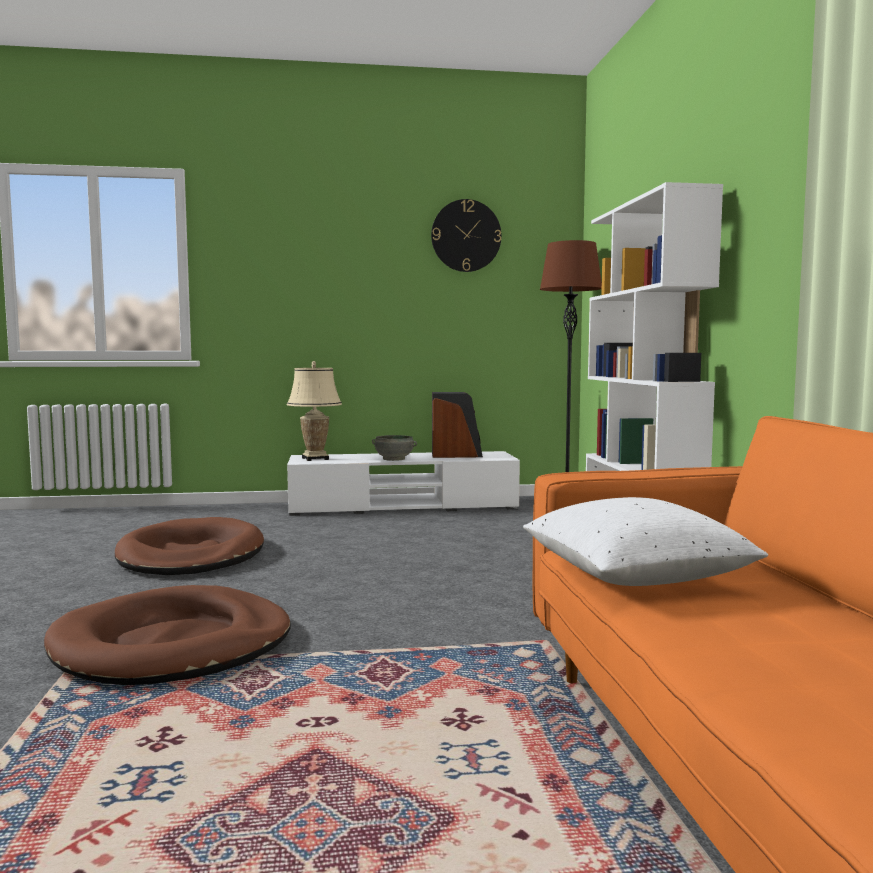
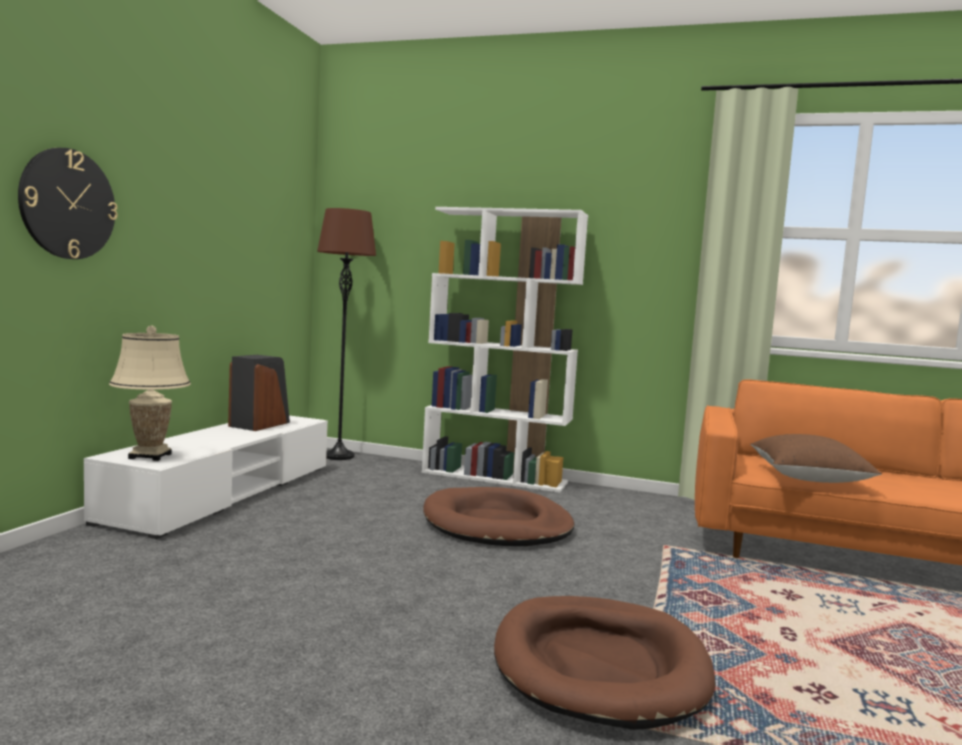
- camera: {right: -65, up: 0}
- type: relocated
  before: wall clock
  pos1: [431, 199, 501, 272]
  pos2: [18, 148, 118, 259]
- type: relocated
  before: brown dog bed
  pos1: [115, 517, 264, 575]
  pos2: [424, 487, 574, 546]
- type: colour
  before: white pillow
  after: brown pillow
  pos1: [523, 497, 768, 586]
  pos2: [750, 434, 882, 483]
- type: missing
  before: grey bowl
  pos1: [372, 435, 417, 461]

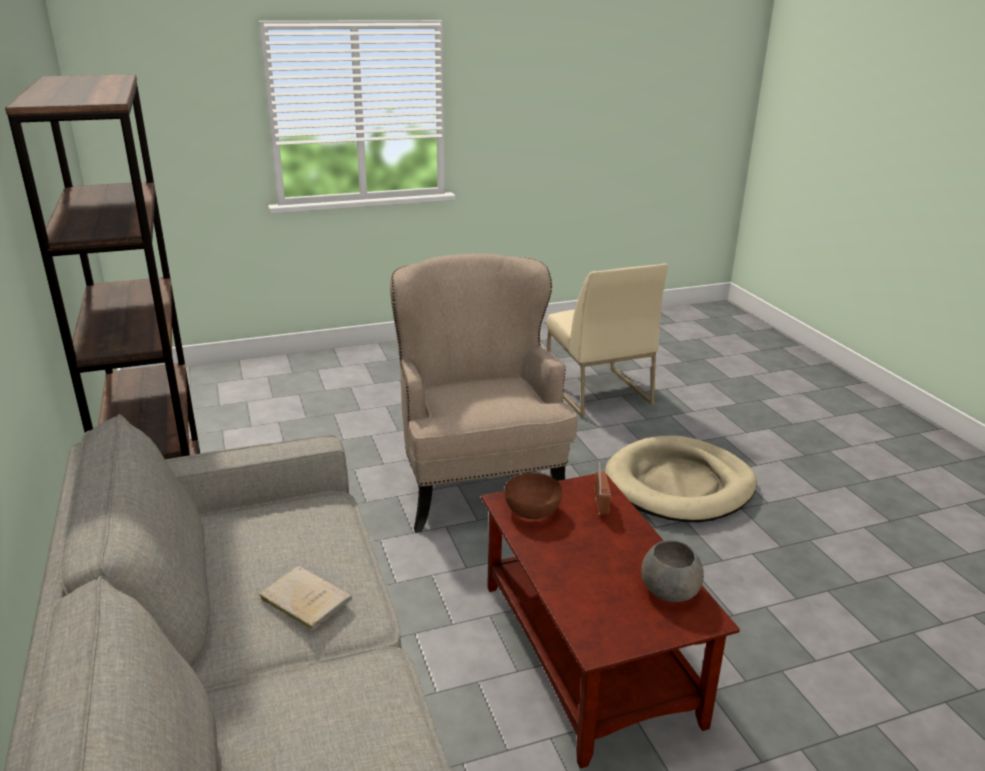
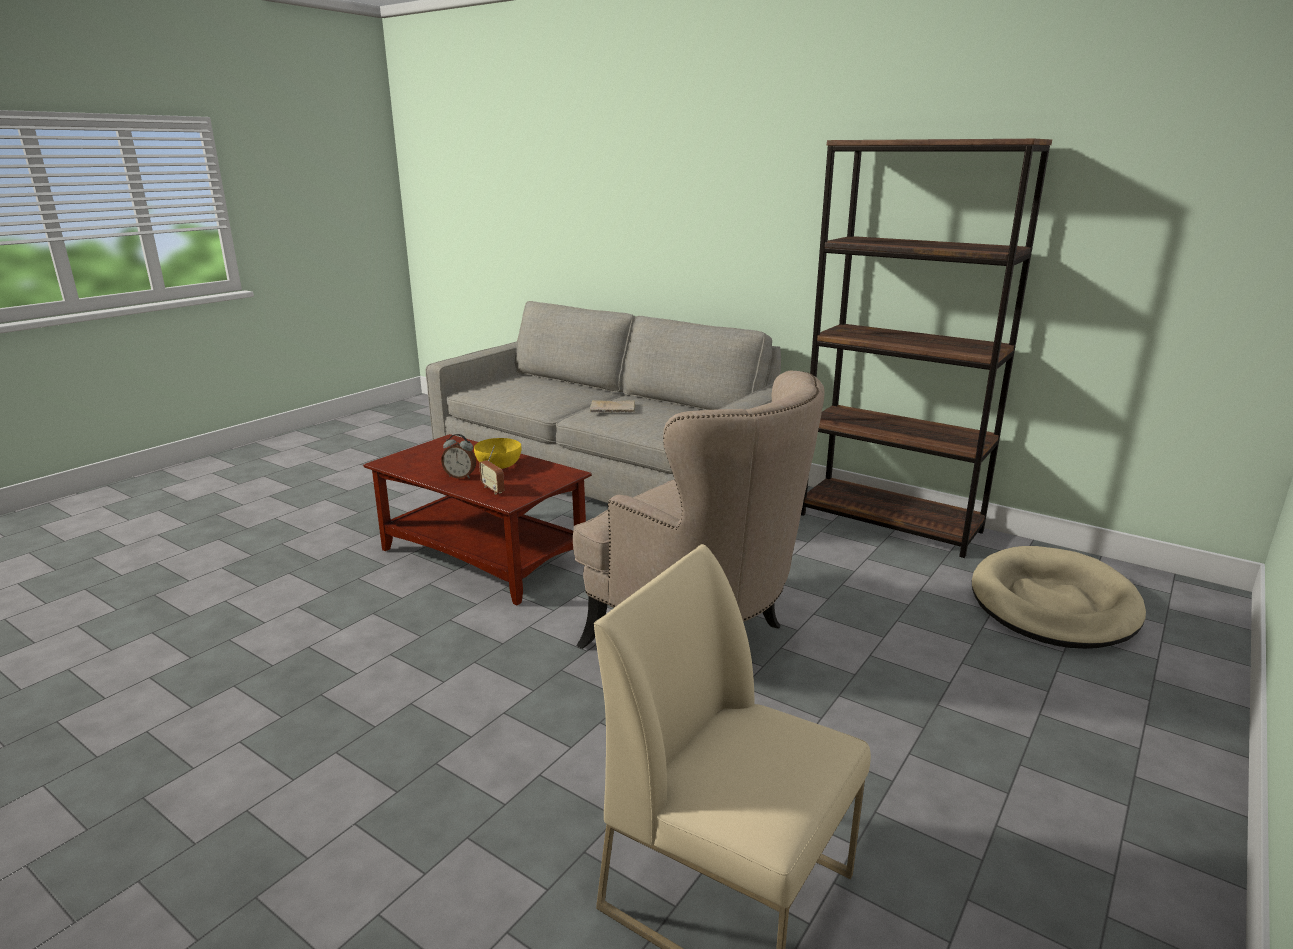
- camera: {right: 145, up: -5}
- type: appeared
  after: alarm clock
  pos2: [441, 434, 476, 479]
- type: appeared
  after: yellow bowl
  pos2: [474, 438, 521, 469]
- type: relocated
  before: beige dog bed
  pos1: [605, 435, 757, 523]
  pos2: [972, 546, 1146, 649]
- type: missing
  before: brown bowl
  pos1: [504, 473, 562, 519]
- type: missing
  before: grey bowl
  pos1: [641, 540, 704, 602]

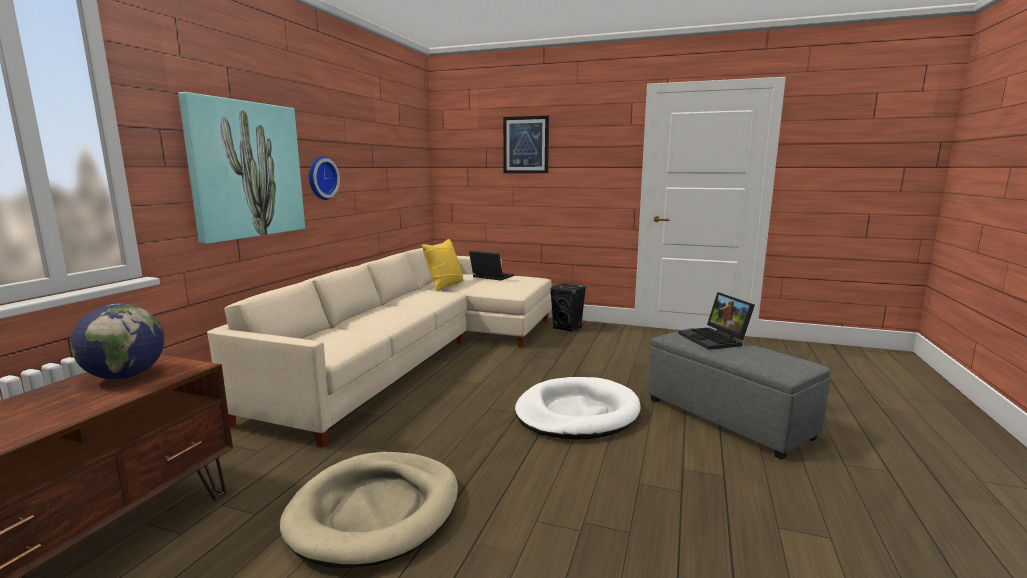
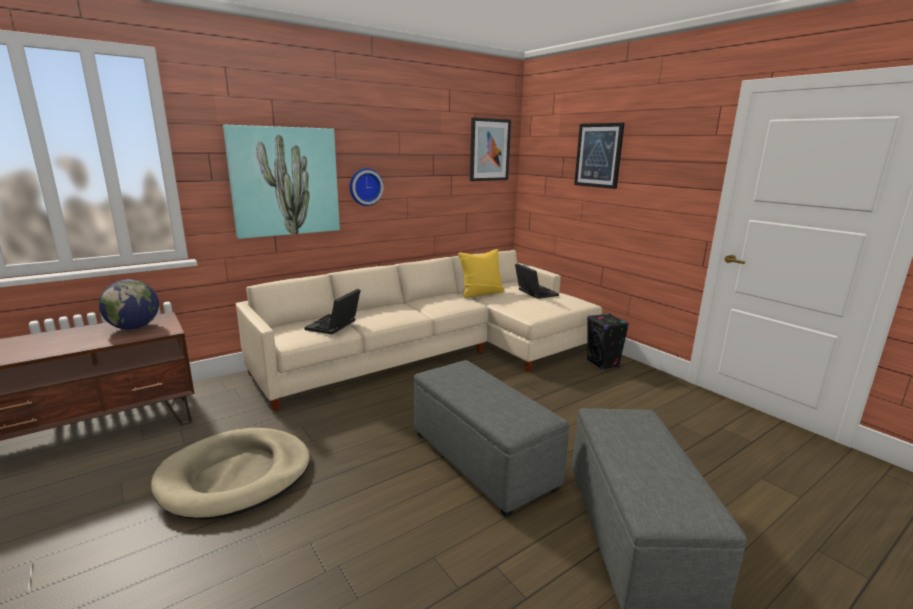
- camera: {right: 35, up: 5}
- type: relocated
  before: laptop
  pos1: [678, 292, 755, 350]
  pos2: [304, 289, 361, 335]
- type: exchanged
  before: white dog bed
  after: grey ottoman
  pos1: [515, 377, 641, 440]
  pos2: [414, 360, 570, 517]
- type: appeared
  after: picture
  pos2: [470, 117, 511, 181]

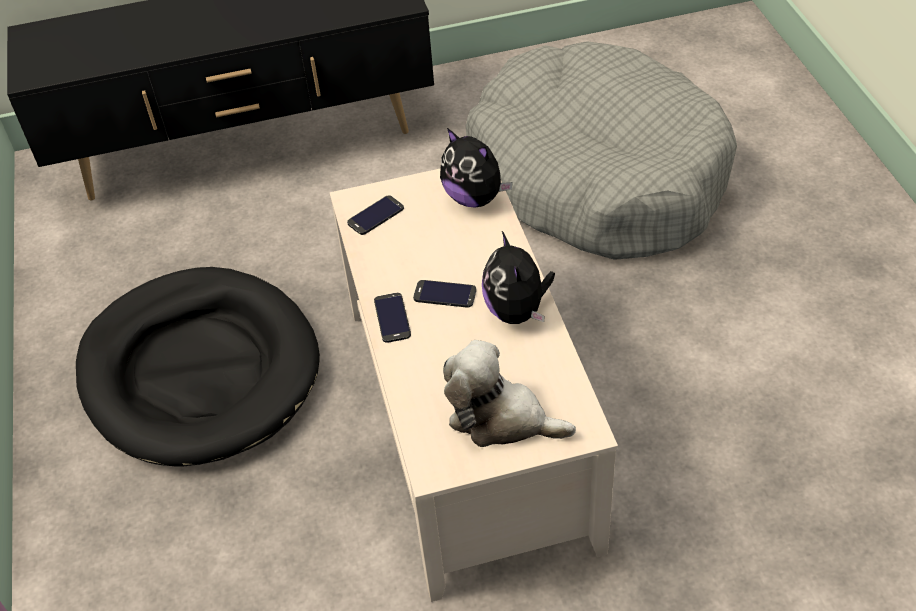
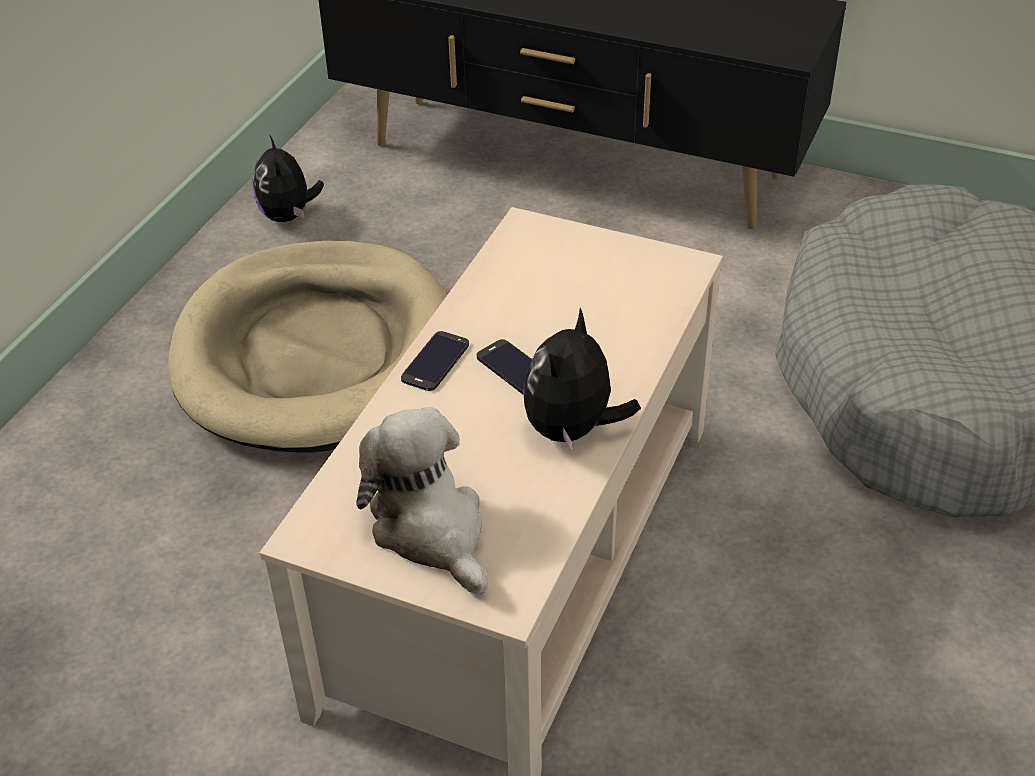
- camera: {right: 35, up: -5}
- type: colour
  before: black dog bed
  after: beige dog bed
  pos1: [76, 267, 320, 467]
  pos2: [168, 241, 447, 453]
- type: relocated
  before: plush toy
  pos1: [440, 128, 513, 207]
  pos2: [253, 136, 324, 222]
- type: missing
  before: phone
  pos1: [347, 195, 404, 235]

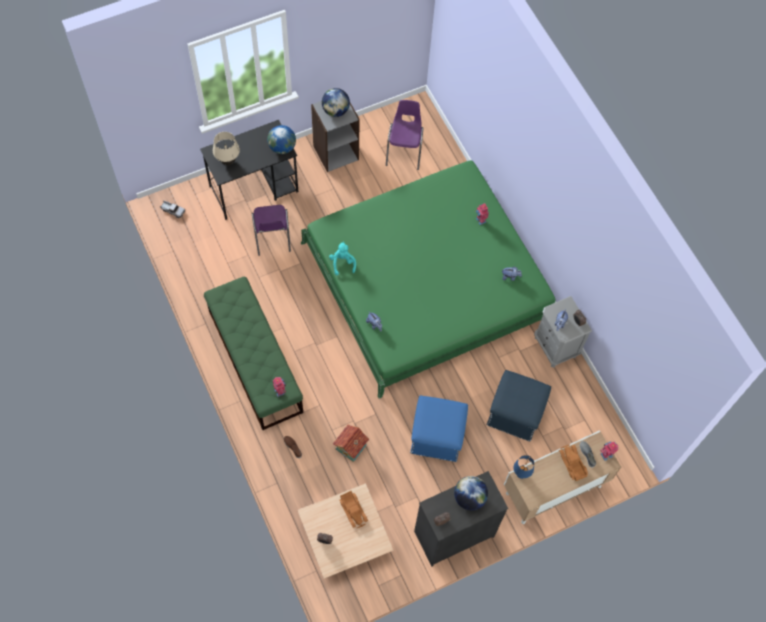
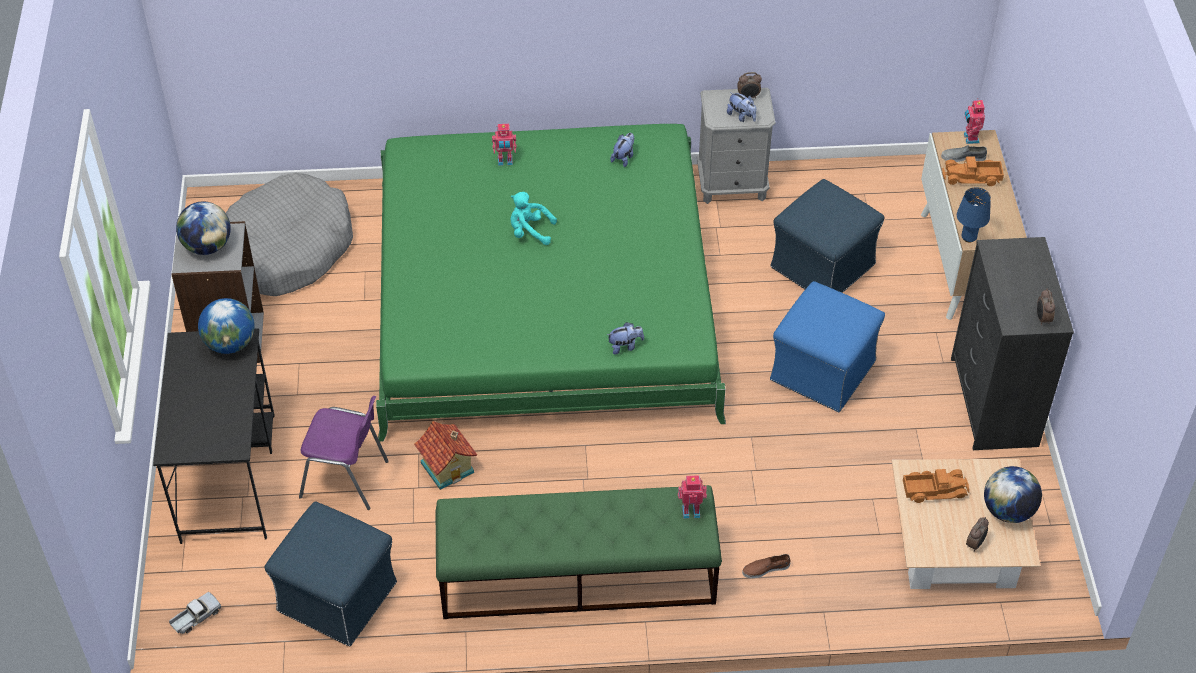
- camera: {right: -65, up: -15}
- type: exchanged
  before: purple chair
  after: grey dog bed
  pos1: [386, 100, 423, 170]
  pos2: [226, 173, 353, 296]
- type: appeared
  after: blue ottoman
  pos2: [265, 501, 397, 646]
- type: relocated
  before: toy house
  pos1: [333, 424, 369, 462]
  pos2: [414, 421, 477, 490]
- type: relocated
  before: turquoise plush toy
  pos1: [329, 242, 356, 275]
  pos2: [510, 192, 557, 245]
- type: relocated
  before: globe
  pos1: [454, 476, 488, 510]
  pos2: [984, 466, 1042, 523]
- type: missing
  before: beige table lamp
  pos1: [213, 132, 240, 165]

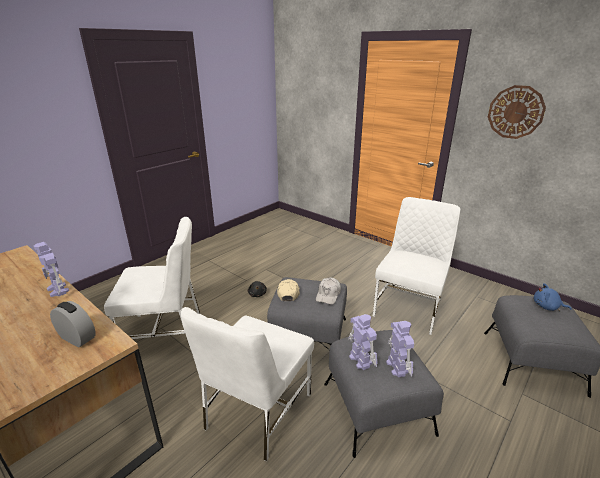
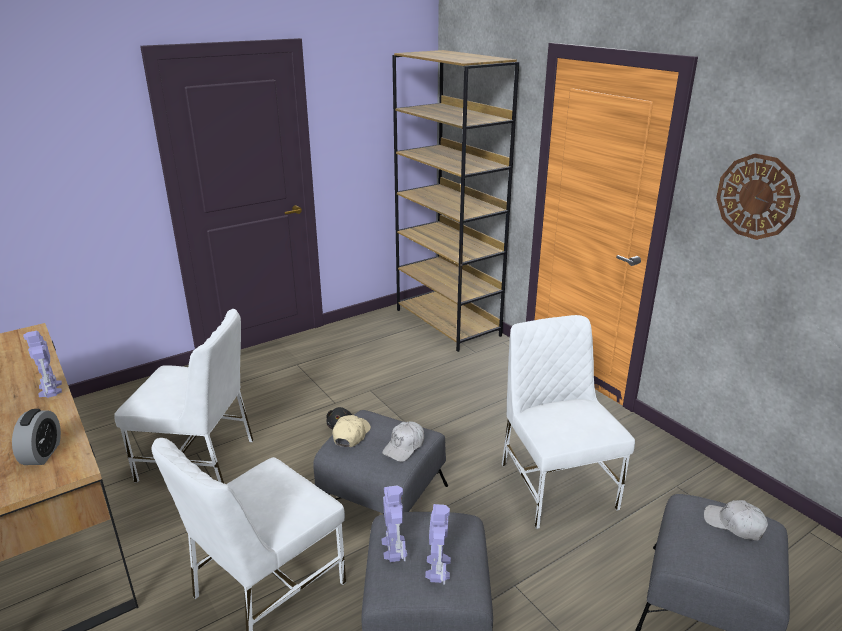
- camera: {right: 15, up: 0}
- type: spun
  before: alarm clock
  pos1: [50, 301, 95, 348]
  pos2: [12, 409, 61, 465]
  turn: 45
- type: appeared
  after: brown bookcase
  pos2: [392, 50, 519, 352]
- type: spun
  before: white chair
  pos1: [373, 197, 460, 335]
  pos2: [502, 315, 635, 529]
  turn: -60
- type: exchanged
  before: blue plush toy
  after: white cap
  pos1: [534, 283, 572, 311]
  pos2: [704, 500, 768, 541]

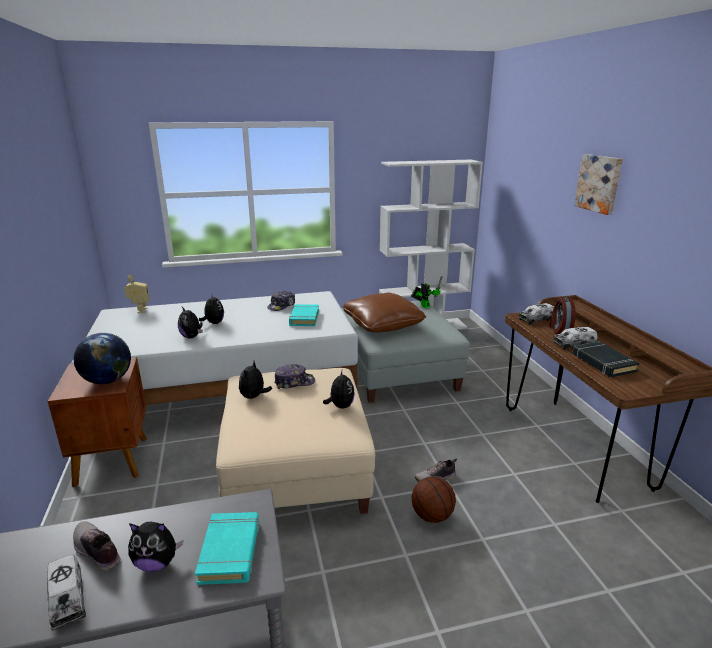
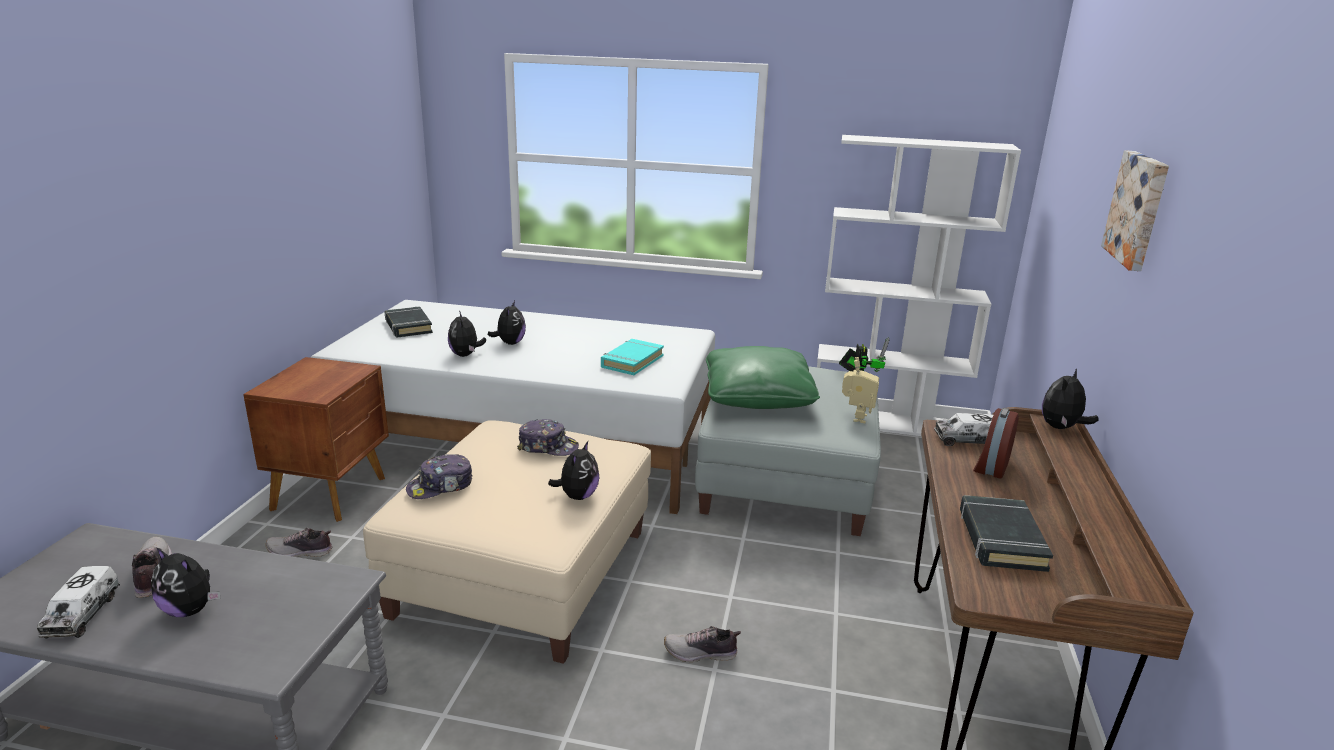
- camera: {right: 25, up: 0}
- type: appeared
  after: shoe
  pos2: [266, 528, 332, 557]
- type: appeared
  after: black book
  pos2: [385, 306, 433, 338]
- type: relocated
  before: cap
  pos1: [267, 290, 295, 311]
  pos2: [406, 454, 473, 499]
- type: colour
  before: brown pillow
  after: green pillow
  pos1: [342, 293, 427, 333]
  pos2: [706, 346, 820, 409]
- type: relocated
  before: toy robot
  pos1: [124, 274, 150, 313]
  pos2: [842, 357, 879, 423]
- type: relocated
  before: plush toy
  pos1: [239, 361, 272, 399]
  pos2: [1042, 369, 1099, 429]
- type: missing
  before: globe
  pos1: [74, 333, 131, 384]
- type: missing
  before: turquoise book
  pos1: [195, 512, 259, 585]
- type: missing
  before: basketball
  pos1: [411, 476, 456, 523]
- type: missing
  before: toy truck
  pos1: [553, 327, 598, 350]

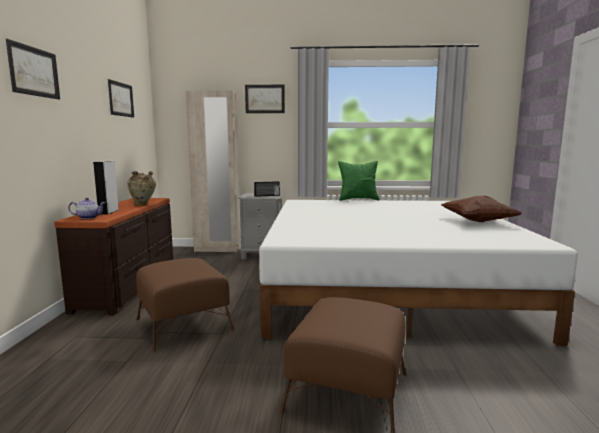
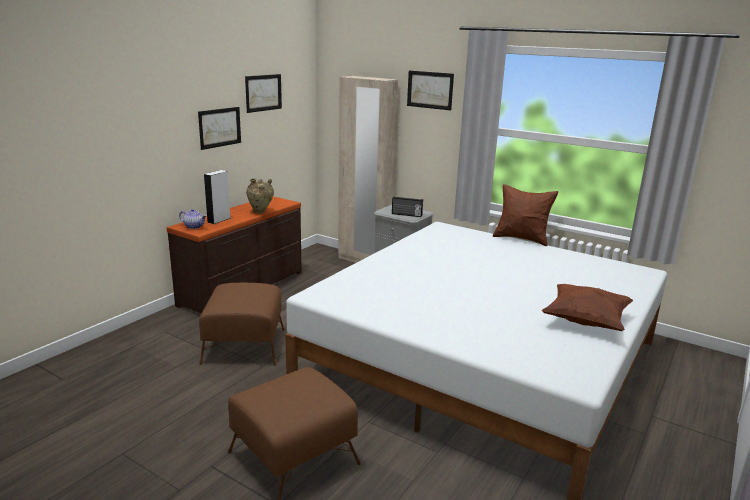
- camera: {right: 30, up: 10}
- type: relocated
  before: picture
  pos1: [6, 39, 60, 100]
  pos2: [198, 107, 241, 150]
- type: colour
  before: green pillow
  after: brown pillow
  pos1: [338, 161, 380, 201]
  pos2: [493, 184, 558, 246]

